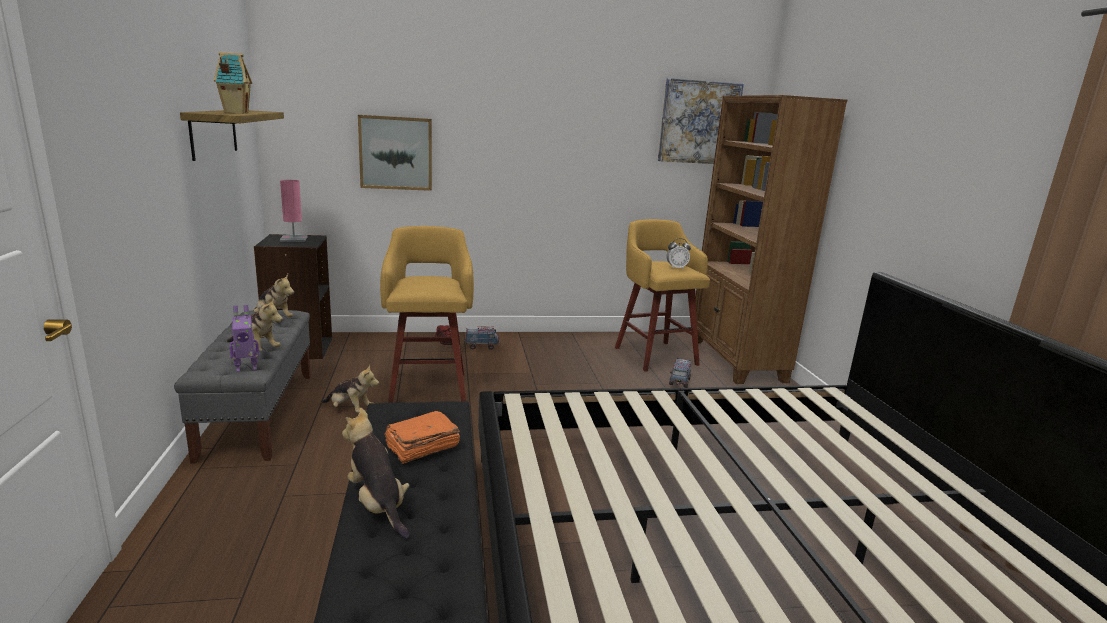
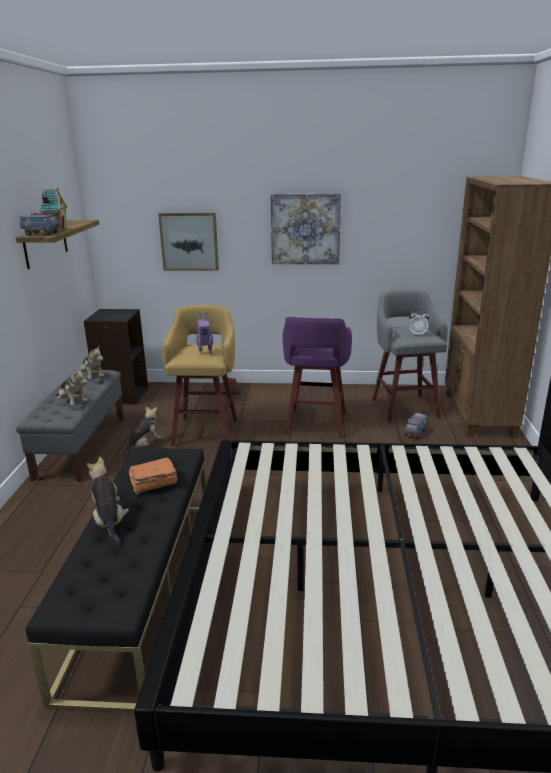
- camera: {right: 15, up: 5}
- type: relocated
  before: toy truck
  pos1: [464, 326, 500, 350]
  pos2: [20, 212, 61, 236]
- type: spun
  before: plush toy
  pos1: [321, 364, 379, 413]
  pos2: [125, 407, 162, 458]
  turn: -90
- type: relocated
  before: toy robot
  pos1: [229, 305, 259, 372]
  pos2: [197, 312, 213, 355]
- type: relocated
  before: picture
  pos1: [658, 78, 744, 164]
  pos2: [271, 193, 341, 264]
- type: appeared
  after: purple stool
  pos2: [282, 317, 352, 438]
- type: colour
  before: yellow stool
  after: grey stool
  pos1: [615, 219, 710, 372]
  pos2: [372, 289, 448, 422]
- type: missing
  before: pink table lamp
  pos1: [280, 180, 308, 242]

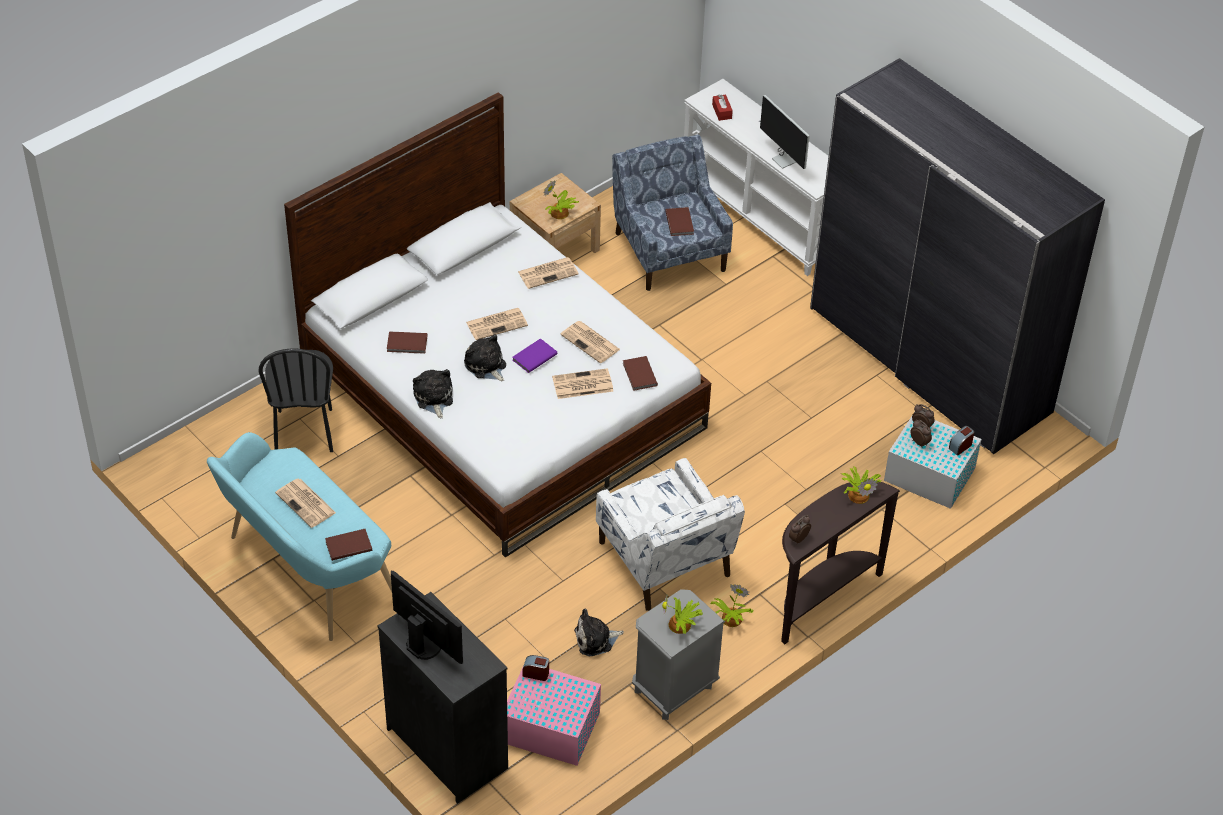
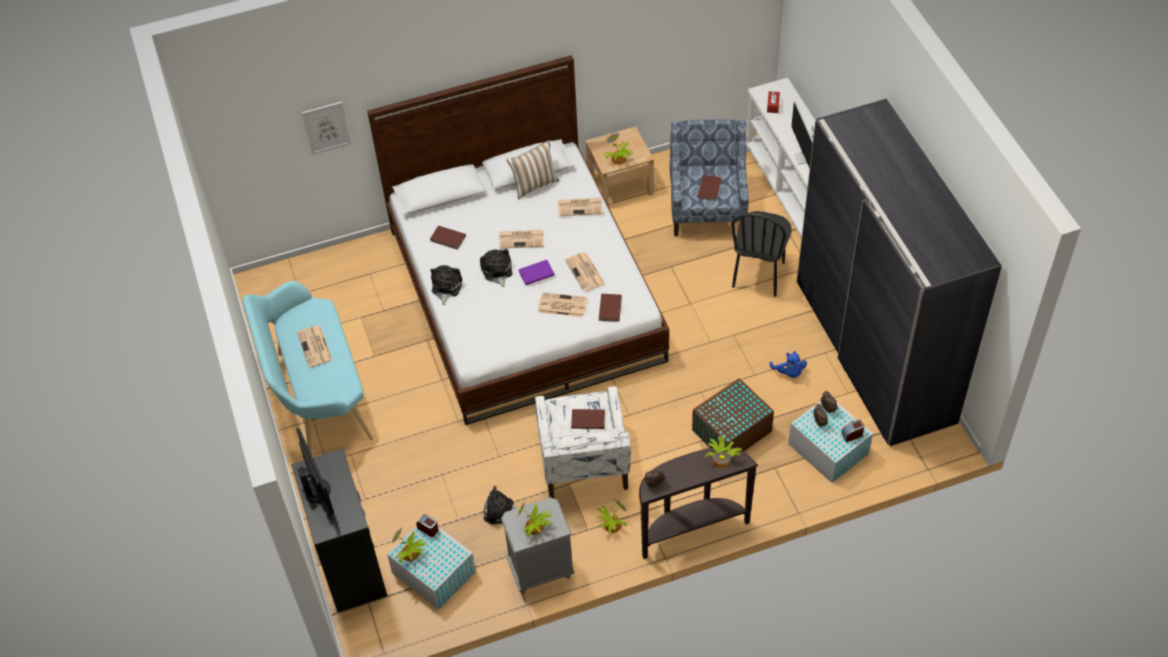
- camera: {right: 25, up: 5}
- type: appeared
  after: picture
  pos2: [302, 102, 351, 155]
- type: colour
  before: pink storage box
  after: white storage box
  pos1: [507, 668, 601, 766]
  pos2: [387, 526, 476, 610]
- type: appeared
  after: potted plant
  pos2: [391, 528, 427, 563]
- type: appeared
  after: pillow
  pos2: [507, 140, 559, 199]
- type: relocated
  before: brown book
  pos1: [325, 529, 372, 561]
  pos2: [571, 409, 605, 429]
- type: appeared
  after: brown storage box
  pos2: [692, 378, 774, 452]
- type: relocated
  before: black chair
  pos1: [259, 348, 333, 452]
  pos2: [731, 211, 792, 297]
- type: appeared
  after: blue plush toy
  pos2: [769, 351, 807, 378]

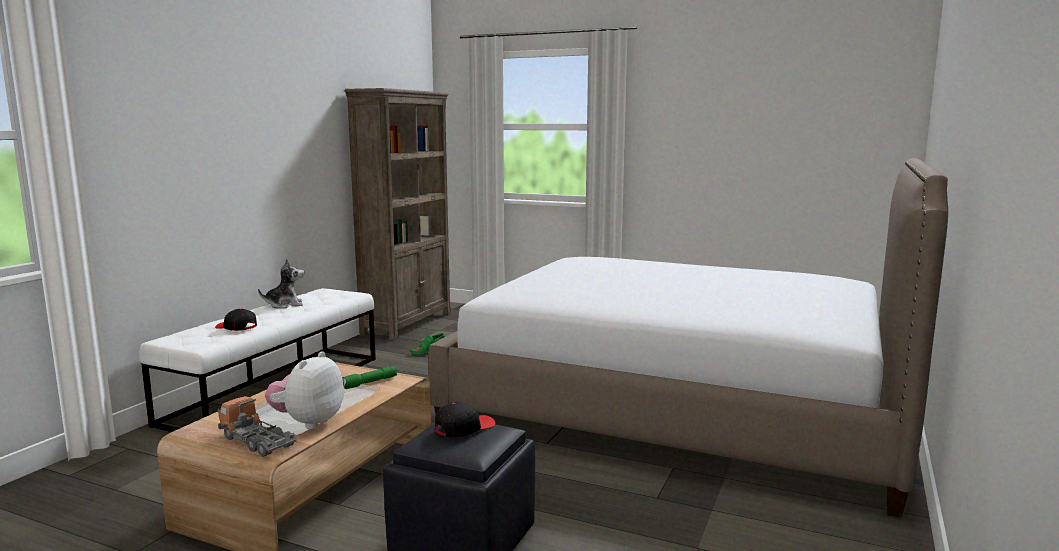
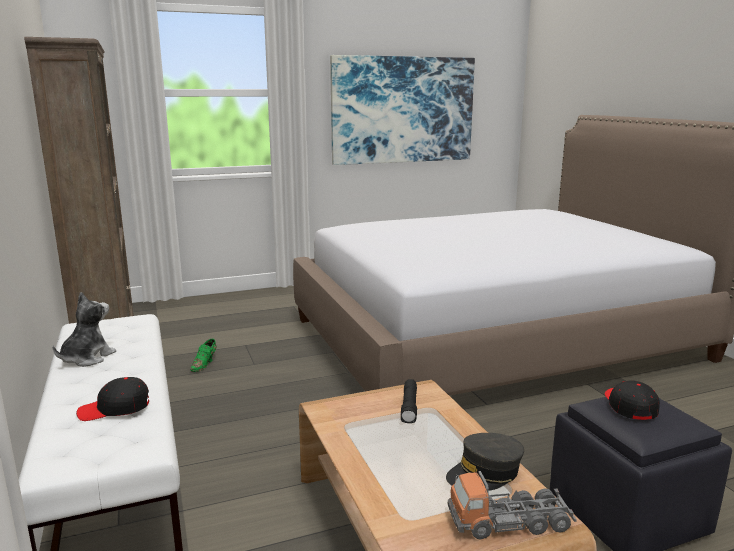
- camera: {right: -45, up: 5}
- type: appeared
  after: picture
  pos2: [330, 55, 475, 165]
- type: colour
  before: green flashlight
  after: black flashlight
  pos1: [342, 366, 397, 389]
  pos2: [401, 379, 417, 423]
- type: exchanged
  before: plush toy
  after: grey cap
  pos1: [265, 351, 344, 429]
  pos2: [446, 433, 524, 491]

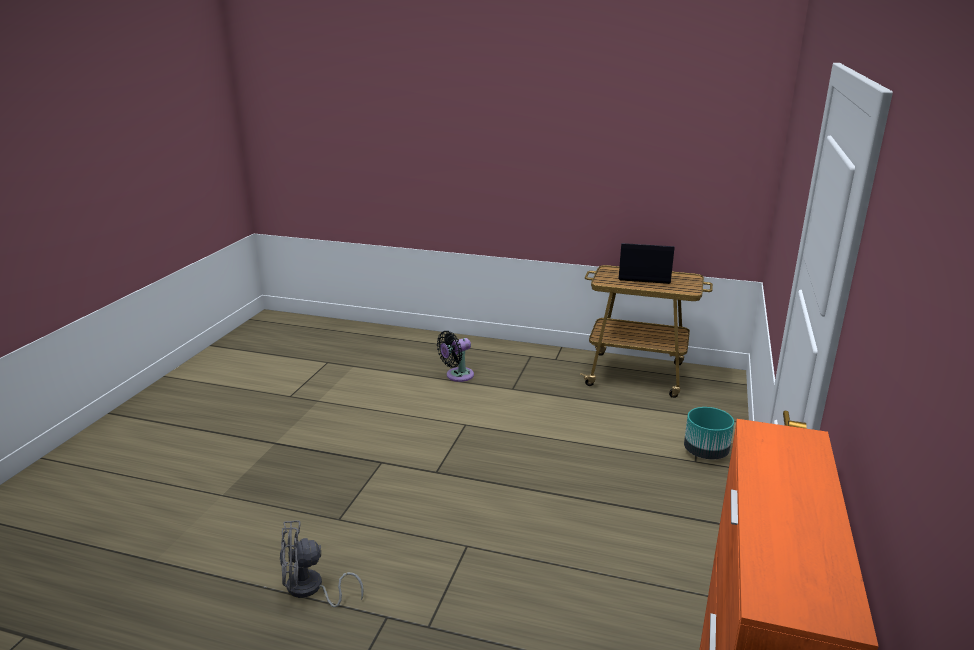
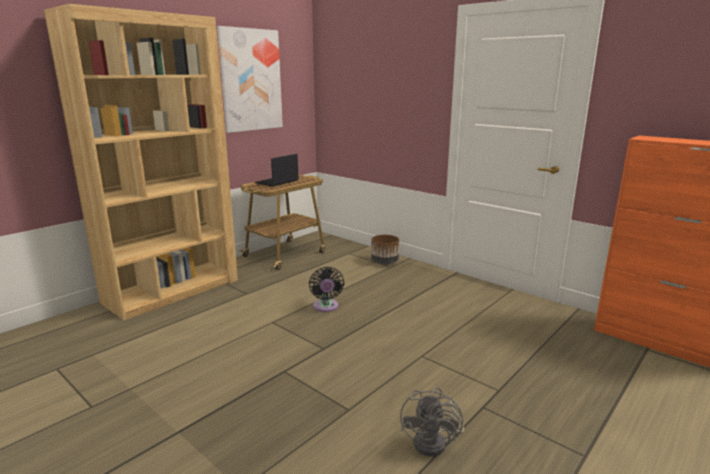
- camera: {right: -65, up: -5}
- type: appeared
  after: brown bookcase
  pos2: [44, 4, 238, 321]
- type: appeared
  after: picture
  pos2: [217, 26, 283, 133]
- type: relocated
  before: black fan
  pos1: [437, 331, 474, 382]
  pos2: [309, 267, 344, 312]
- type: colour
  before: turquoise planter
  after: brown planter
  pos1: [684, 407, 734, 459]
  pos2: [371, 235, 399, 265]

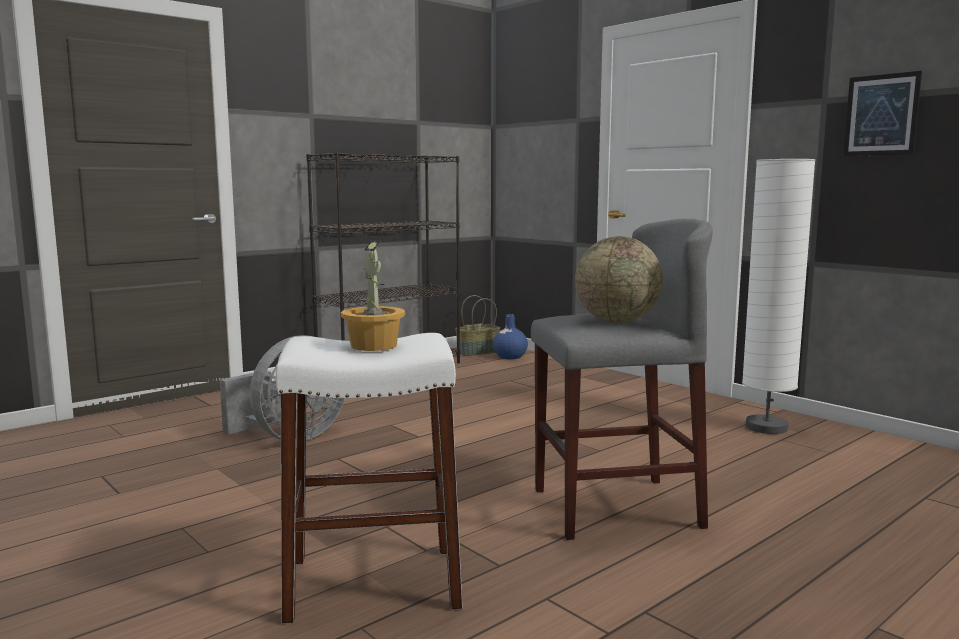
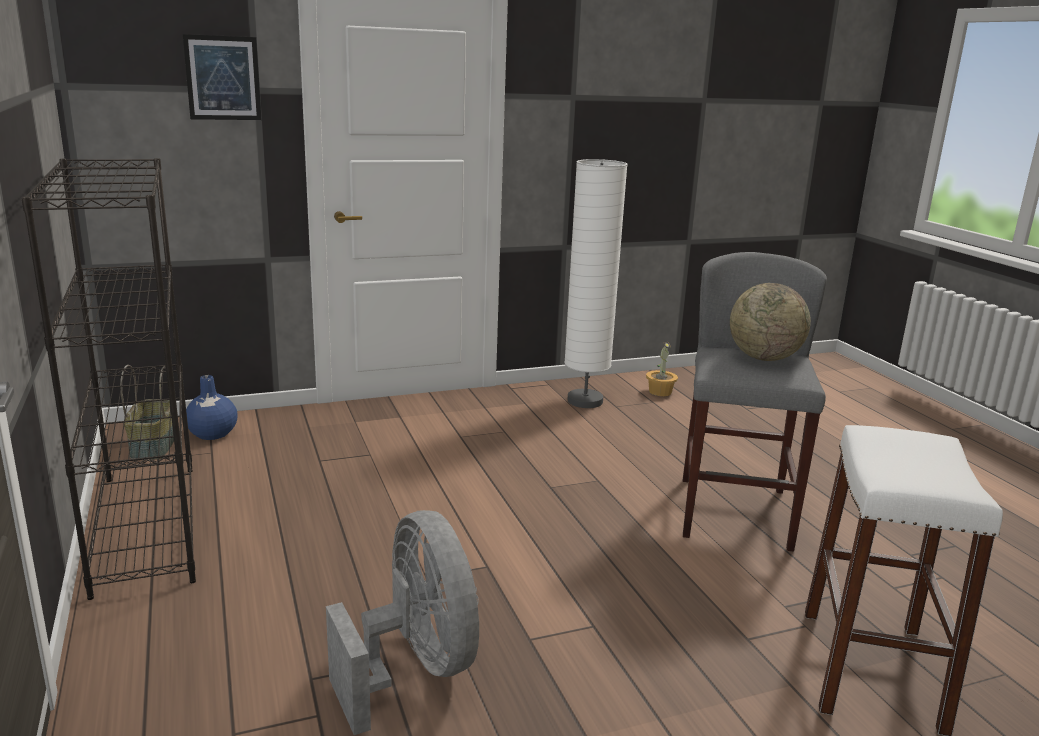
- camera: {right: -70, up: 10}
- type: relocated
  before: picture
  pos1: [843, 71, 922, 156]
  pos2: [183, 34, 262, 120]
- type: relocated
  before: potted plant
  pos1: [341, 240, 405, 351]
  pos2: [646, 342, 678, 396]

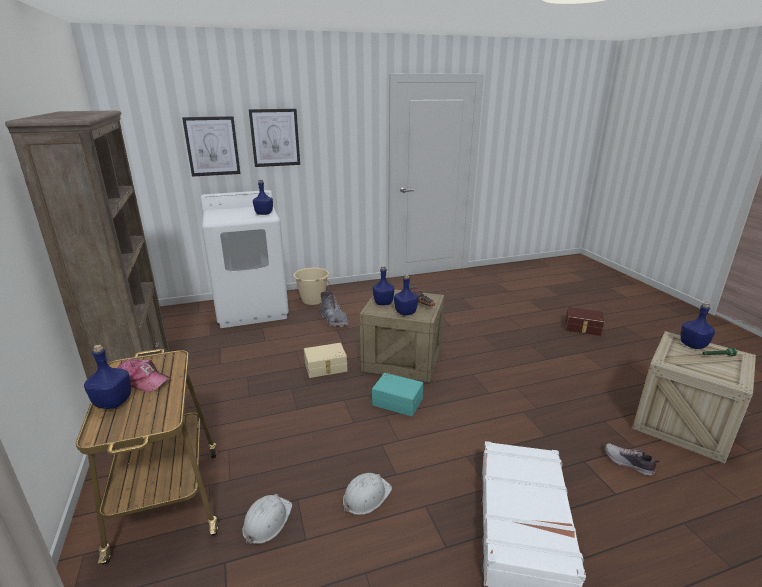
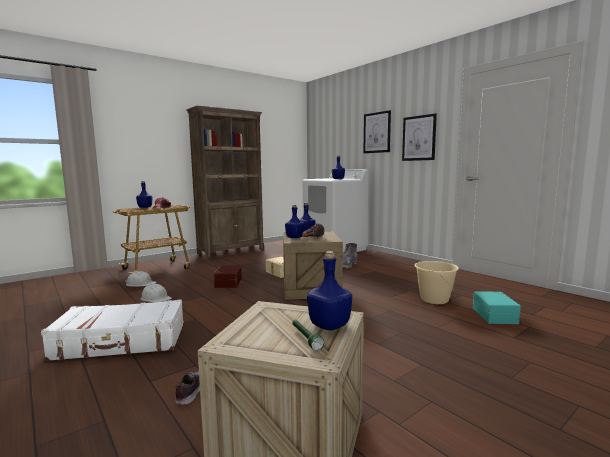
- camera: {right: 70, up: -15}
- type: relocated
  before: brown storage box
  pos1: [565, 307, 604, 336]
  pos2: [214, 265, 242, 288]
- type: relocated
  before: picture
  pos1: [182, 116, 240, 177]
  pos2: [402, 113, 437, 161]
- type: relocated
  before: beige bucket
  pos1: [294, 268, 329, 305]
  pos2: [415, 261, 459, 304]
- type: relocated
  before: turquoise storage box
  pos1: [372, 373, 423, 416]
  pos2: [473, 291, 521, 324]

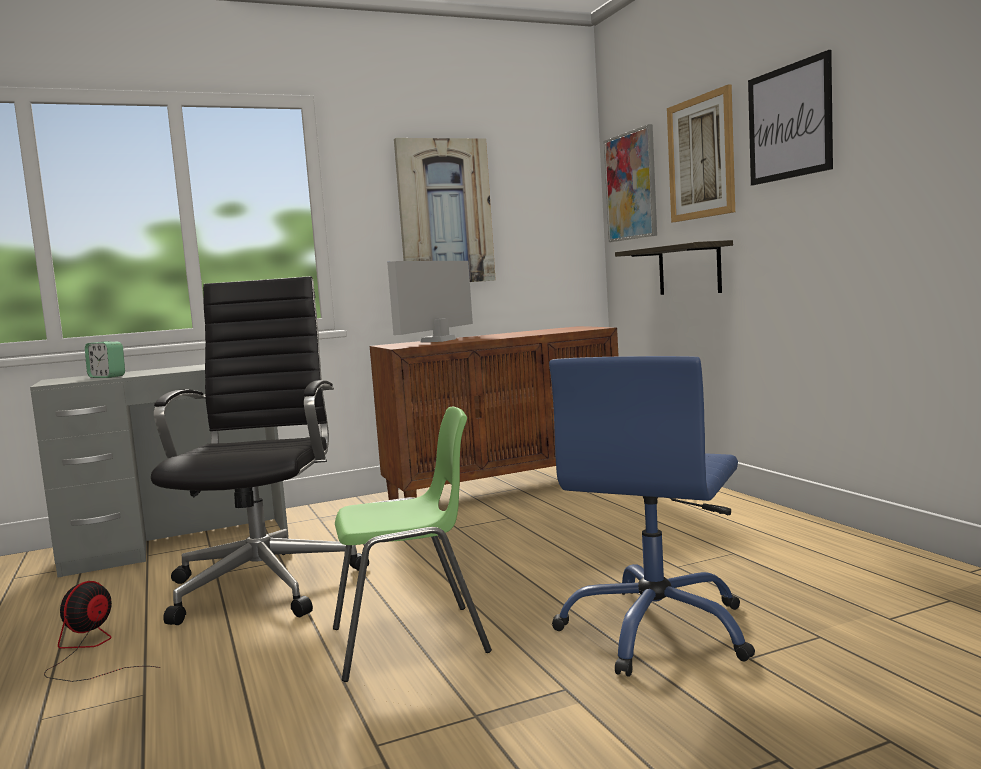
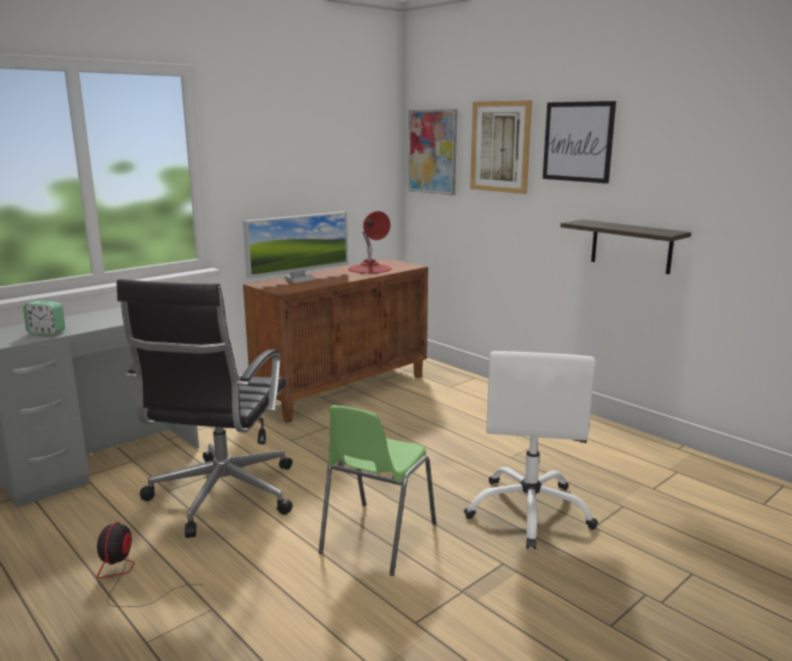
- camera: {right: -20, up: 10}
- type: spun
  before: black office chair
  pos1: [151, 276, 369, 625]
  pos2: [117, 279, 293, 538]
  turn: -150
- type: spun
  before: monitor
  pos1: [387, 261, 473, 342]
  pos2: [243, 212, 348, 283]
  turn: -135
- type: spun
  before: green chair
  pos1: [333, 407, 492, 682]
  pos2: [318, 405, 436, 576]
  turn: 150
- type: appeared
  after: red table lamp
  pos2: [348, 211, 392, 274]
- type: colour
  before: blue office chair
  after: white office chair
  pos1: [549, 356, 755, 677]
  pos2: [464, 351, 598, 549]
- type: relocated
  before: shelf
  pos1: [615, 240, 733, 295]
  pos2: [560, 219, 691, 274]
- type: missing
  before: picture
  pos1: [394, 138, 496, 282]

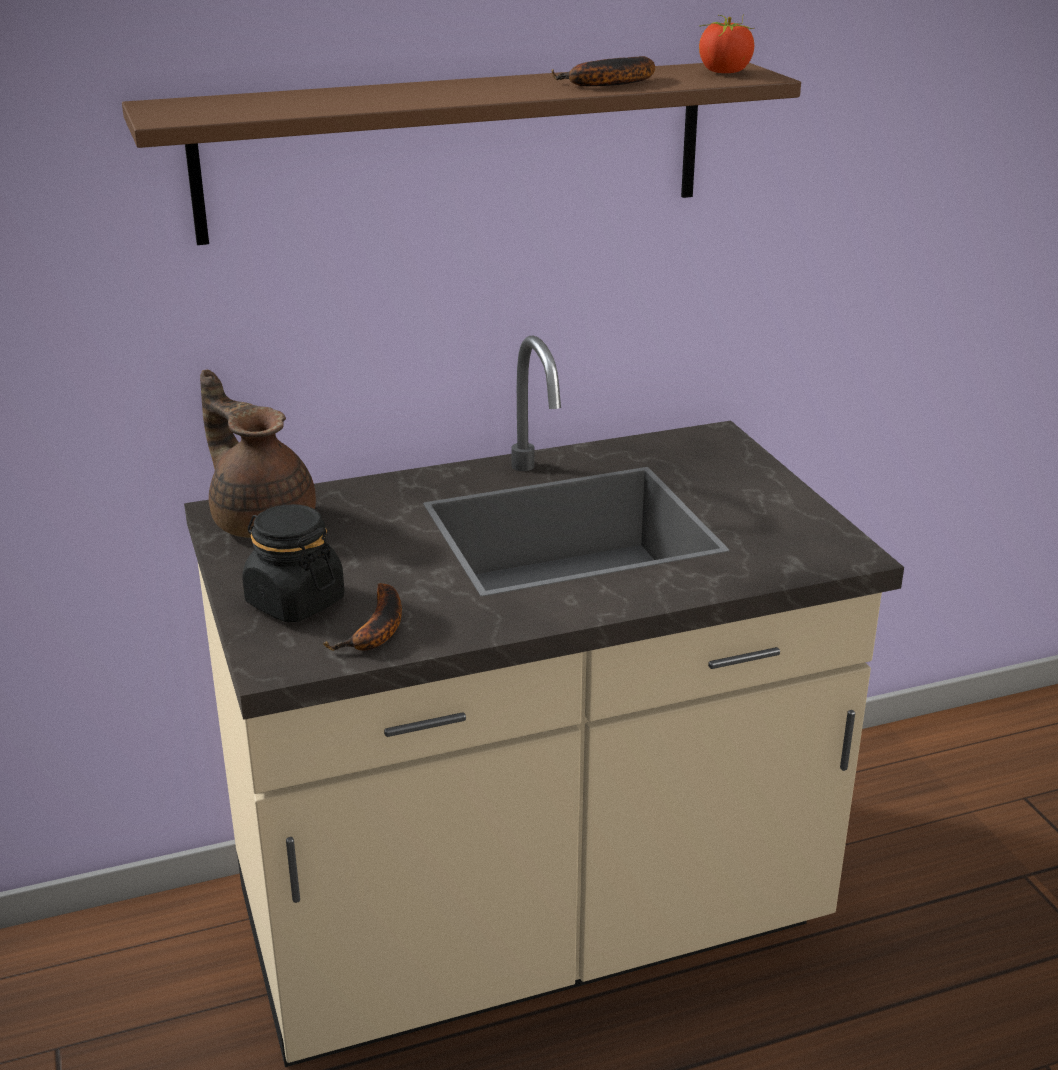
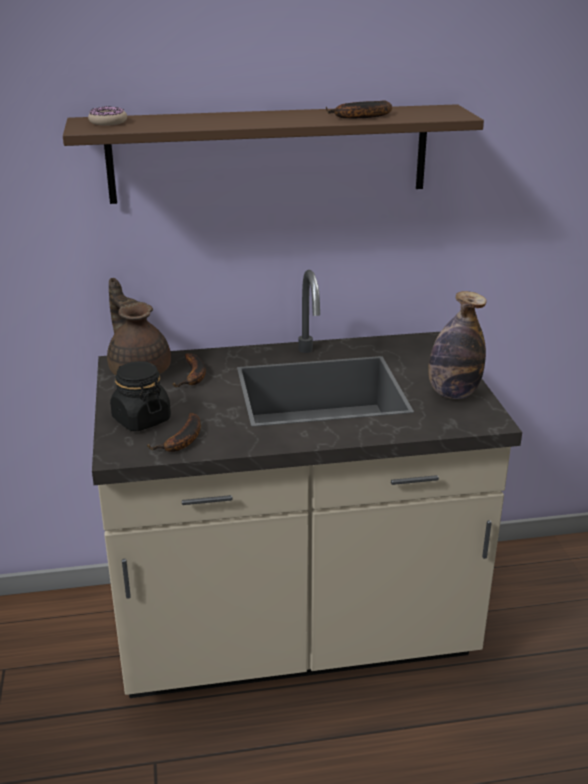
- camera: {right: 10, up: 0}
- type: appeared
  after: donut
  pos2: [88, 106, 127, 126]
- type: appeared
  after: banana
  pos2: [172, 353, 206, 387]
- type: appeared
  after: bottle
  pos2: [428, 291, 487, 399]
- type: missing
  before: tomato
  pos1: [699, 14, 754, 73]

